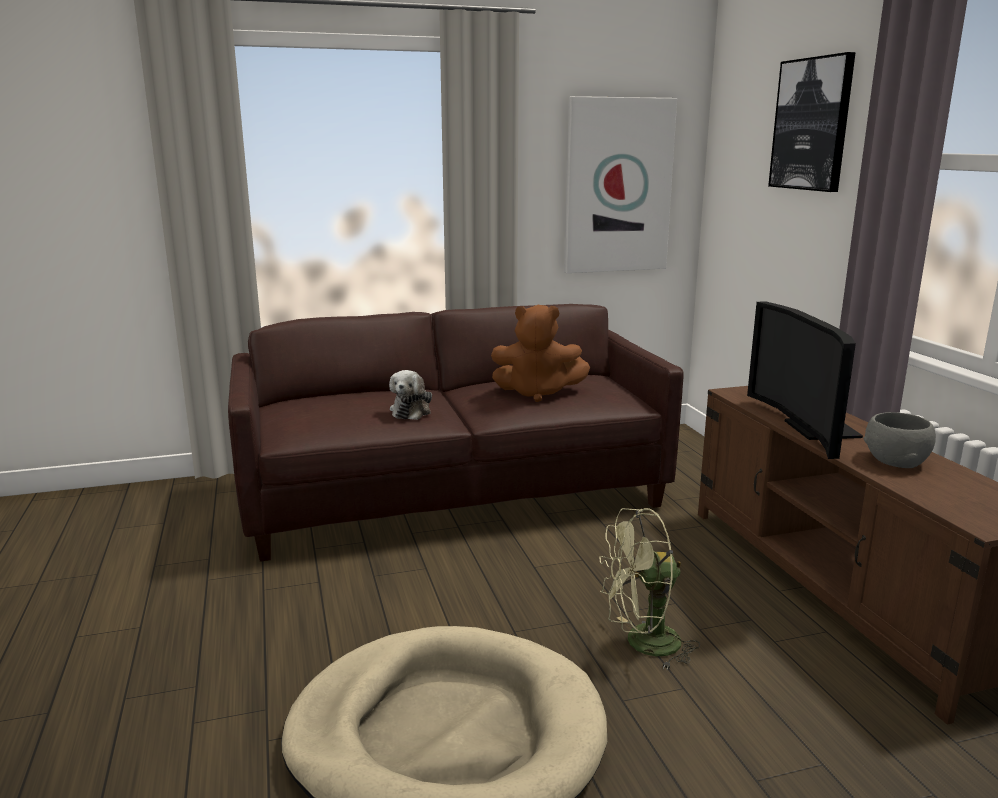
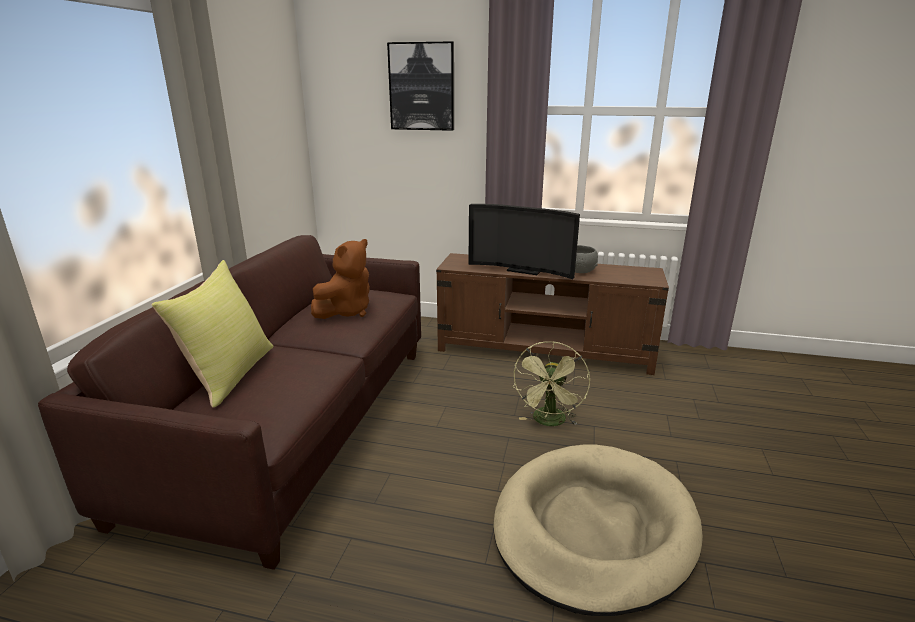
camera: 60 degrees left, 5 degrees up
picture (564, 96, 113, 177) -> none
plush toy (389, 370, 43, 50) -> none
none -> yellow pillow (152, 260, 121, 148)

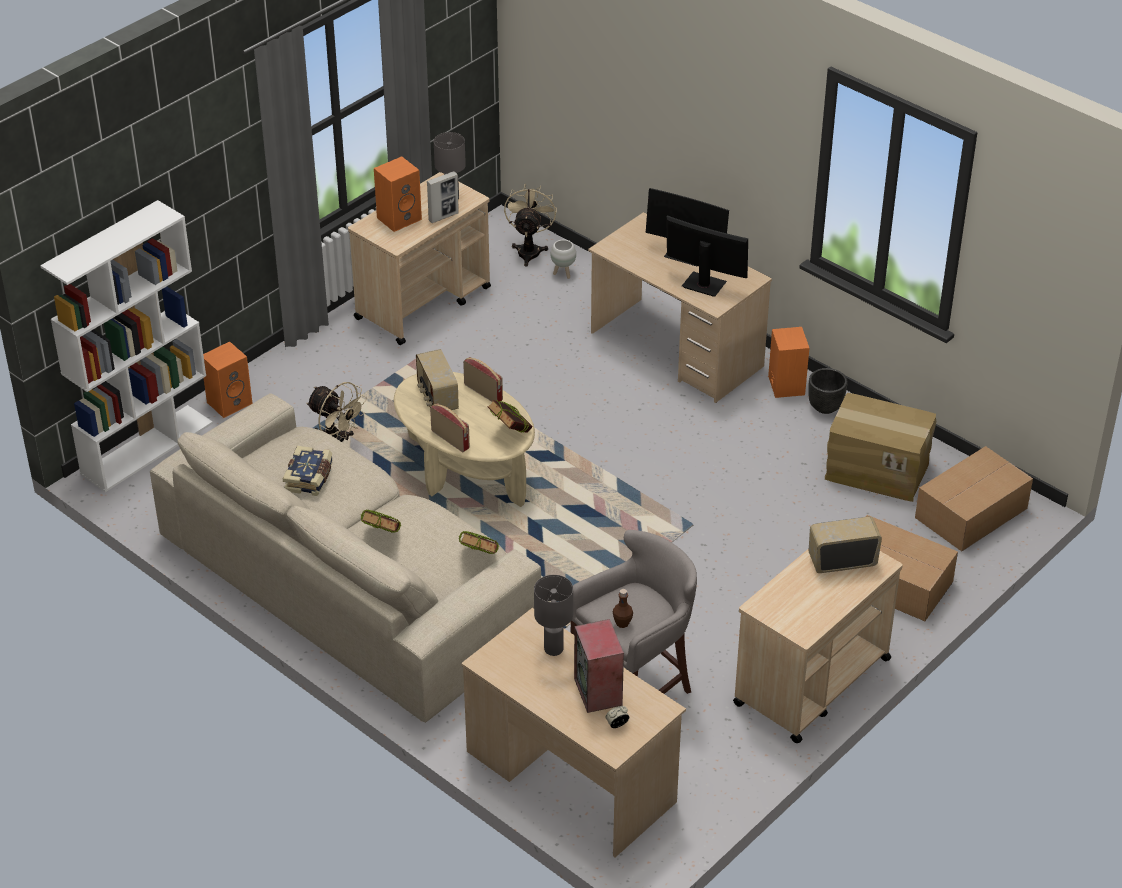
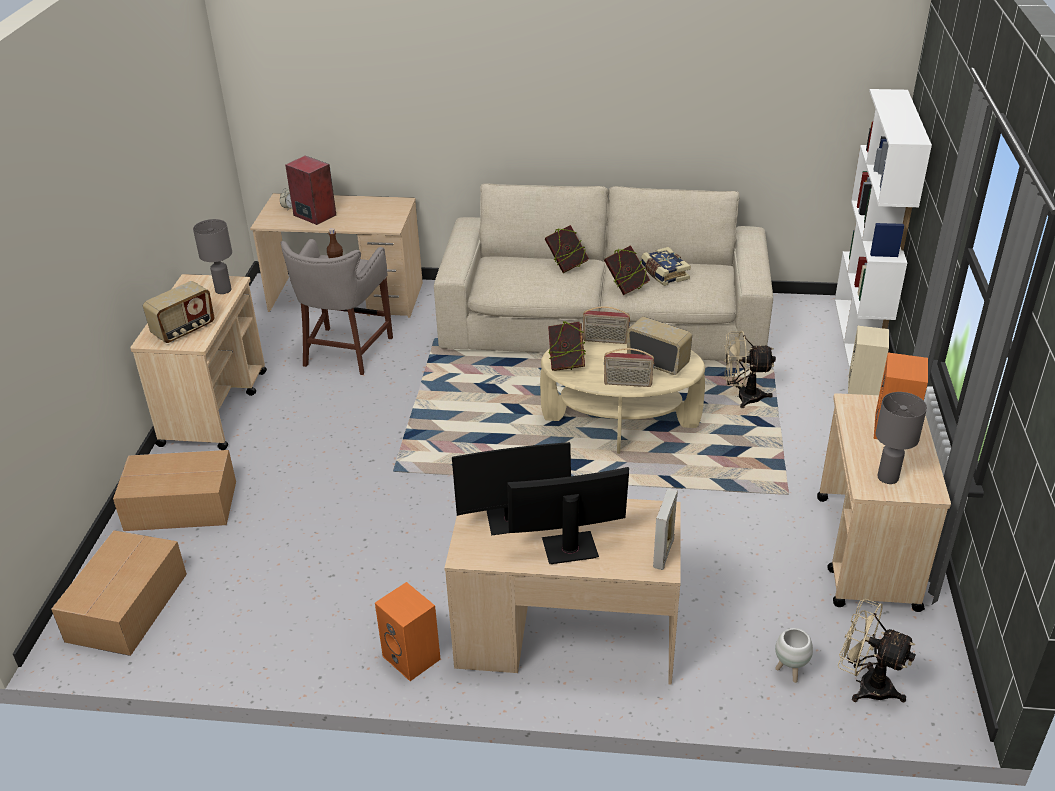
camera: 145 degrees right, 5 degrees down
picture frame (427, 171, 32, 52) -> picture frame (653, 489, 25, 81), relocated
beige fan (504, 184, 53, 83) -> beige fan (838, 599, 78, 103), 150 degrees clockwise
orange speaker (203, 342, 50, 76) -> beige speaker (848, 326, 41, 69)
black planter (808, 368, 39, 46) -> none
cardboard box (825, 393, 111, 109) -> none
book (459, 531, 40, 23) -> book (604, 245, 46, 50), relocated
grey table lamp (534, 575, 39, 81) -> grey table lamp (193, 219, 39, 75), relocated

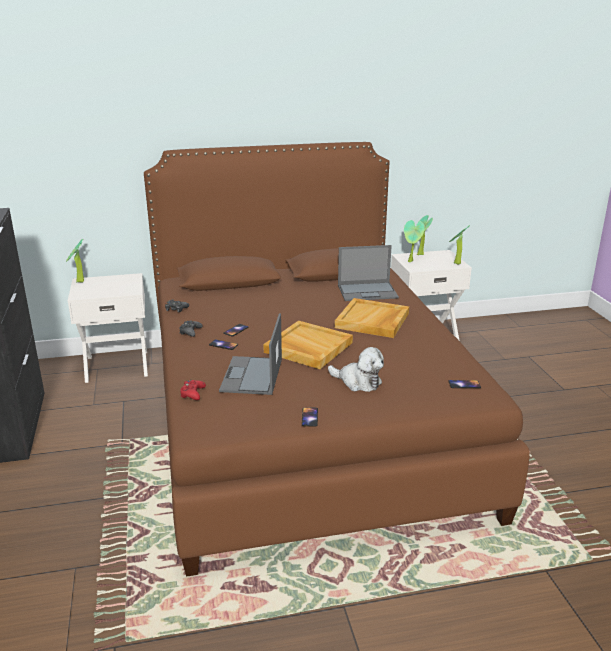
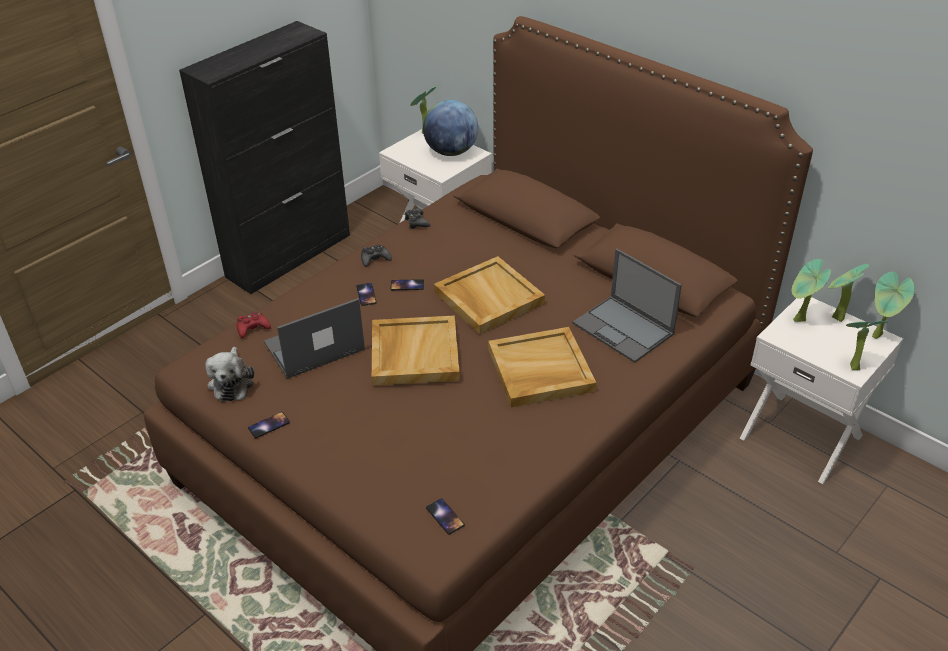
camera: 55 degrees right, 15 degrees up
plush toy (328, 347, 56, 45) -> plush toy (205, 347, 49, 55), relocated
none -> globe (423, 100, 55, 56)
none -> beige tray (434, 256, 111, 78)
none -> potted plant (872, 272, 43, 67)

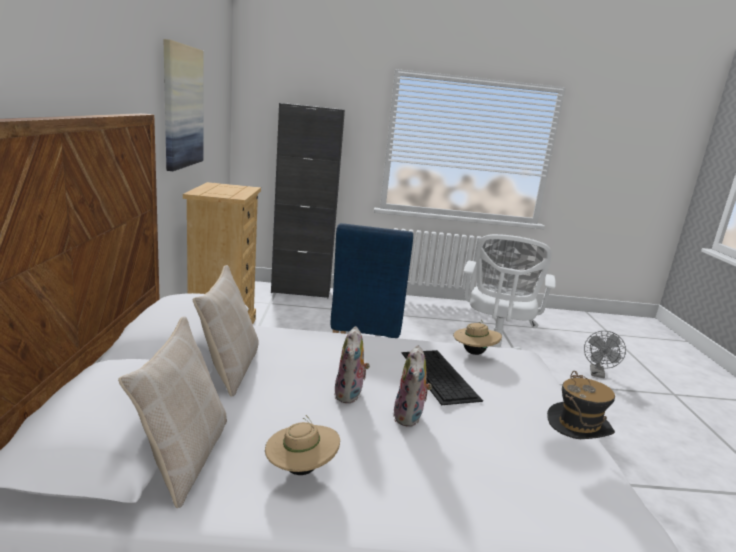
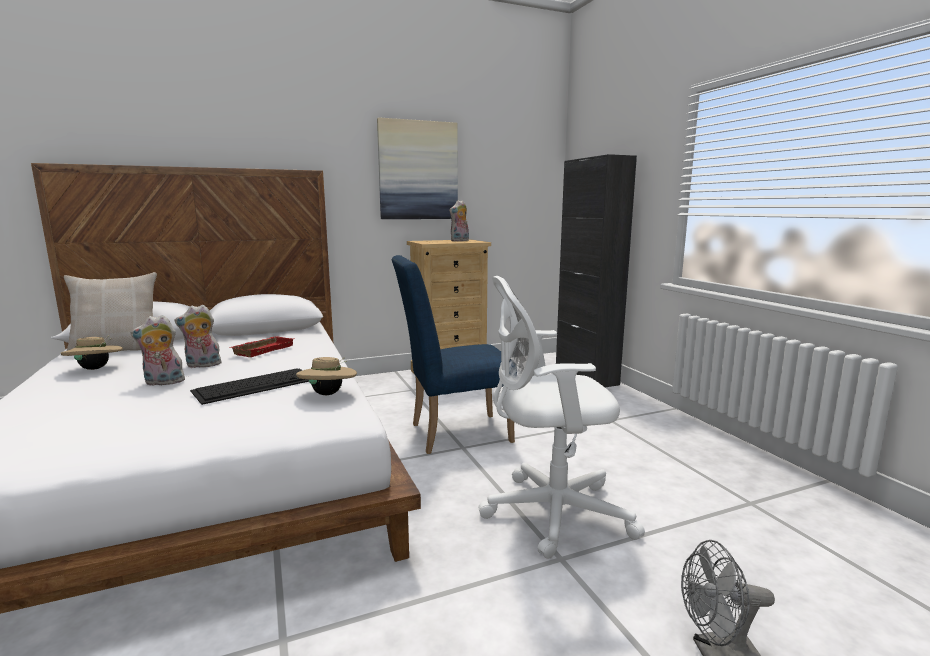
camera: 70 degrees right, 5 degrees down
beige pillow (193, 265, 66, 132) -> none
hat (547, 371, 68, 68) -> none
none -> plush toy (449, 200, 20, 41)
none -> red tray (230, 336, 63, 21)

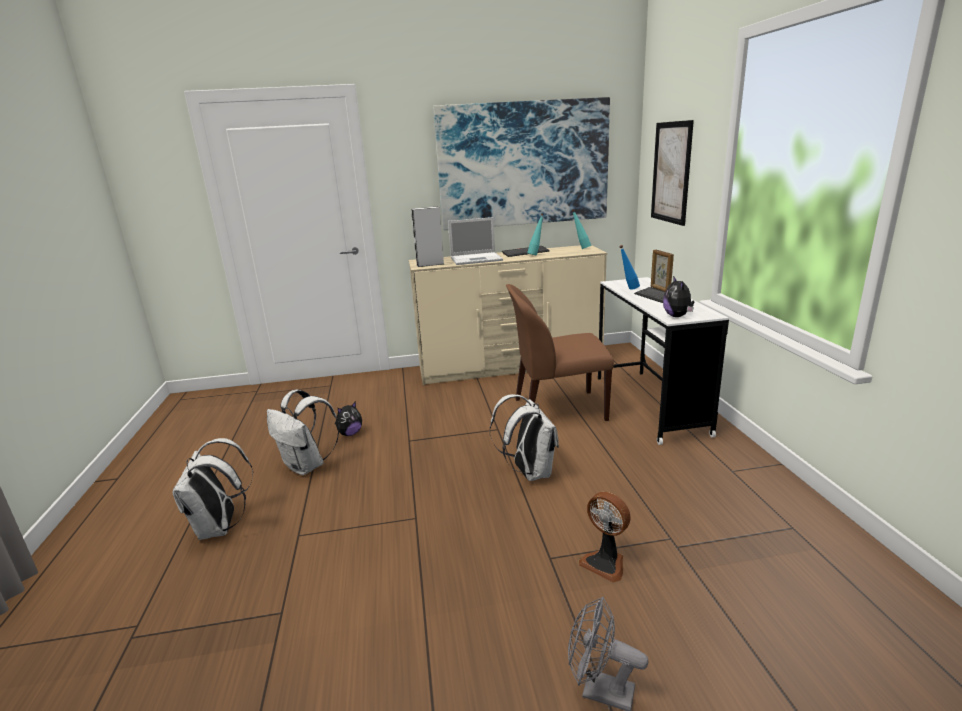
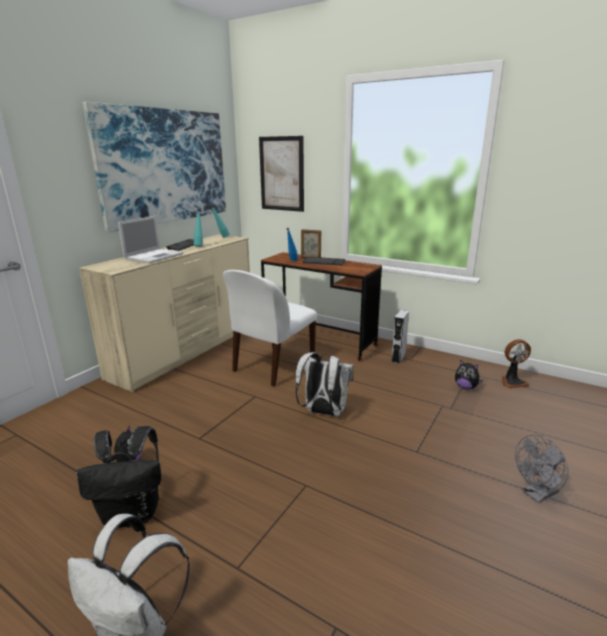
camera: 50 degrees left, 0 degrees up
grey speaker (411, 207, 33, 60) -> grey speaker (391, 310, 18, 54), relocated
plush toy (663, 276, 31, 41) -> plush toy (455, 360, 28, 30), relocated
white desk (598, 277, 131, 168) -> brown desk (261, 252, 121, 110)
brown chair (506, 284, 108, 137) -> white chair (223, 270, 94, 117)
white backpack (267, 390, 73, 85) -> black backpack (76, 426, 85, 102)
fan (579, 492, 52, 91) -> fan (502, 339, 29, 49), relocated

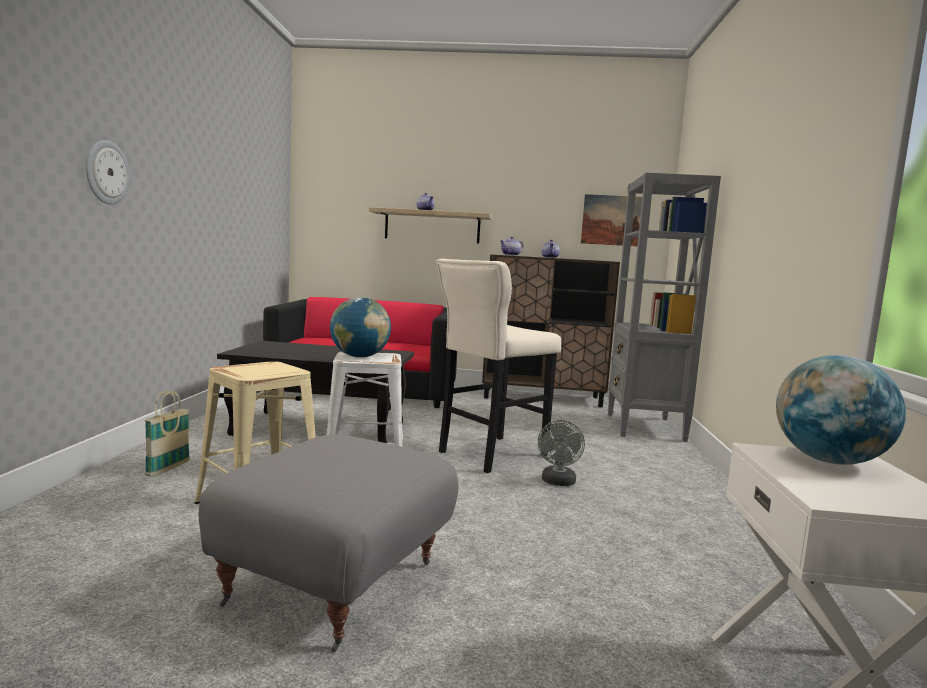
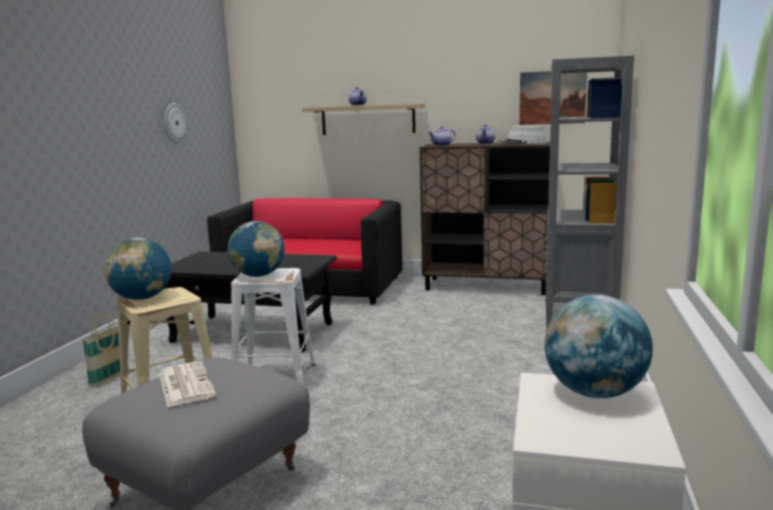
camera: 10 degrees right, 5 degrees up
wall clock (86, 140, 44, 65) -> wall clock (164, 103, 23, 40), relocated
beige stool (436, 259, 125, 214) -> none
grey fan (538, 420, 47, 66) -> none
none -> grey hat (498, 126, 48, 19)
none -> globe (104, 238, 67, 62)
none -> newspaper (159, 361, 57, 47)

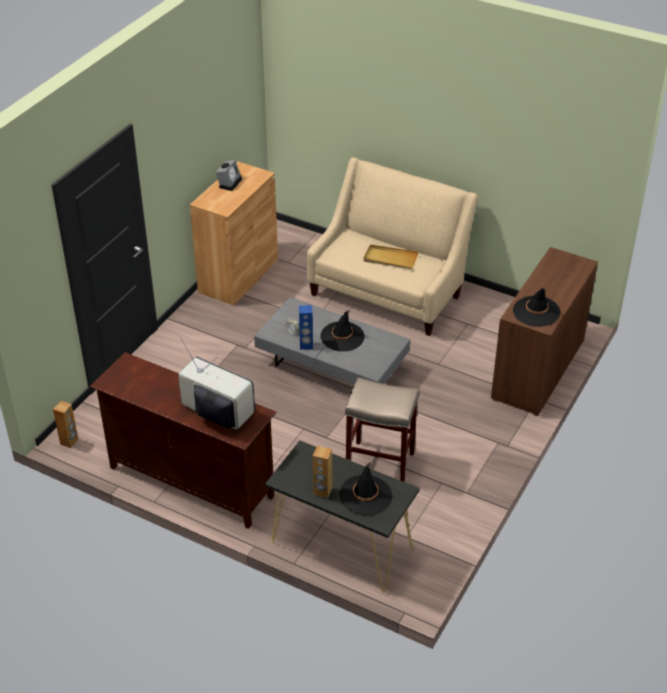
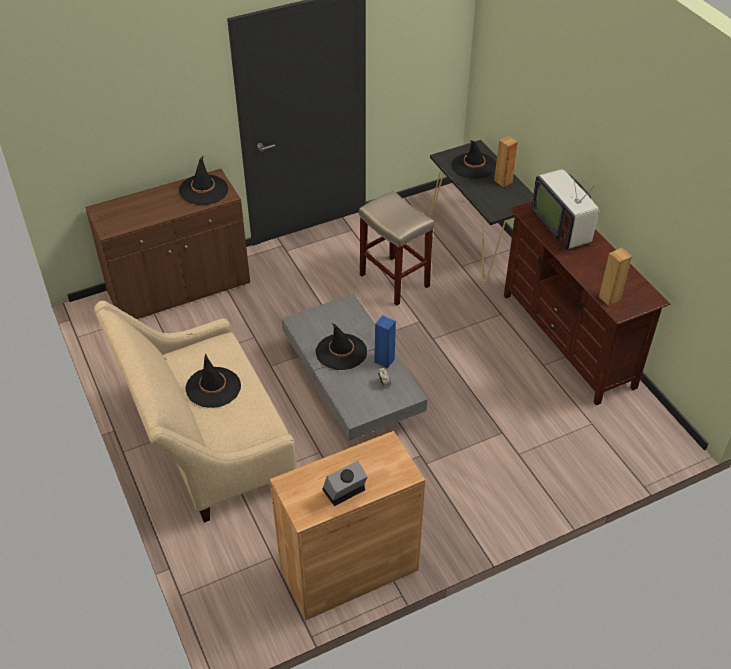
camera: 145 degrees left, 5 degrees up
beige tray (363, 245, 55, 24) -> black hat (185, 353, 56, 55)
brown speaker (53, 401, 25, 47) -> brown speaker (599, 248, 33, 58), relocated

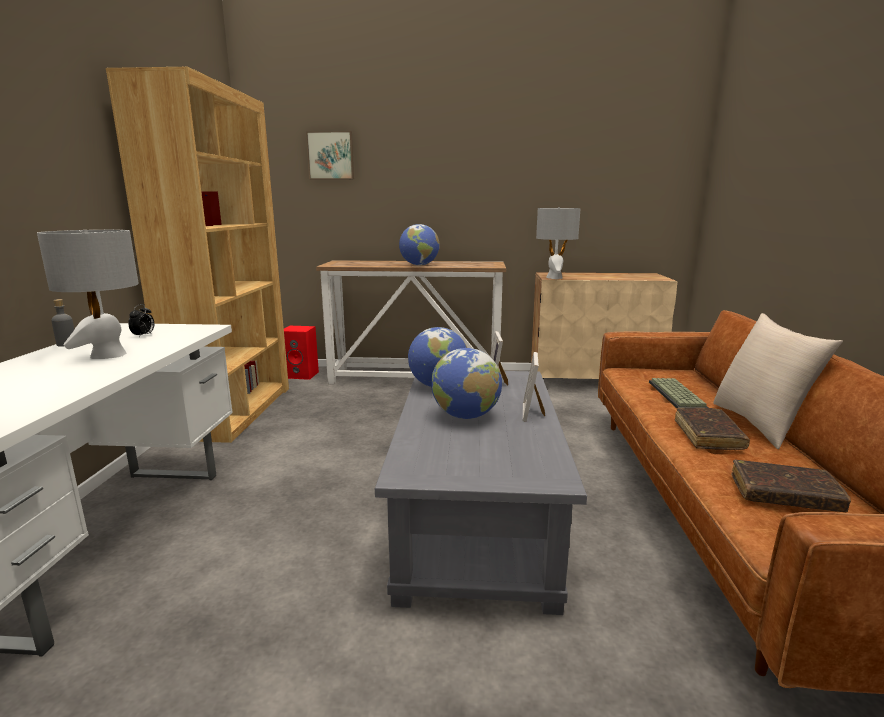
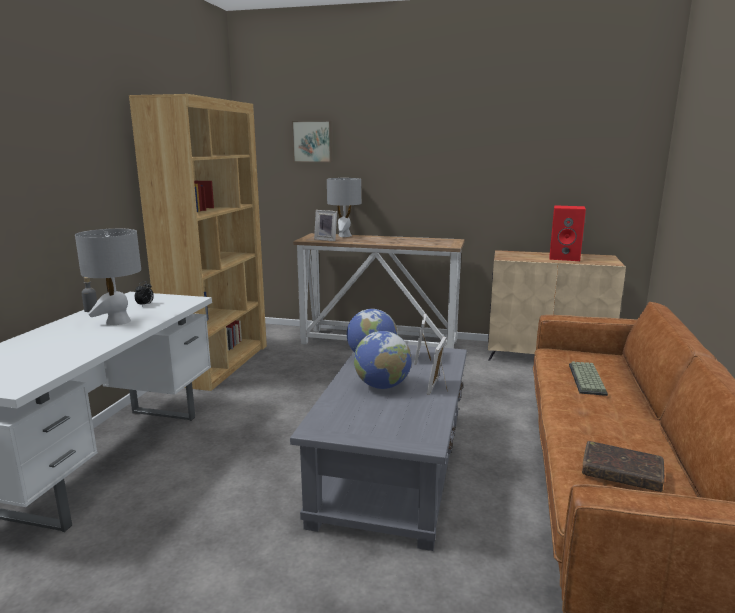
camera: 10 degrees right, 0 degrees up
grey table lamp (536, 207, 45, 72) -> grey table lamp (327, 178, 34, 59), relocated
globe (399, 224, 41, 41) -> none
beige pillow (713, 313, 130, 136) -> none
red speaker (284, 326, 35, 54) -> red speaker (550, 205, 36, 56), relocated
brown book (675, 408, 75, 42) -> none
none -> picture frame (314, 210, 23, 31)

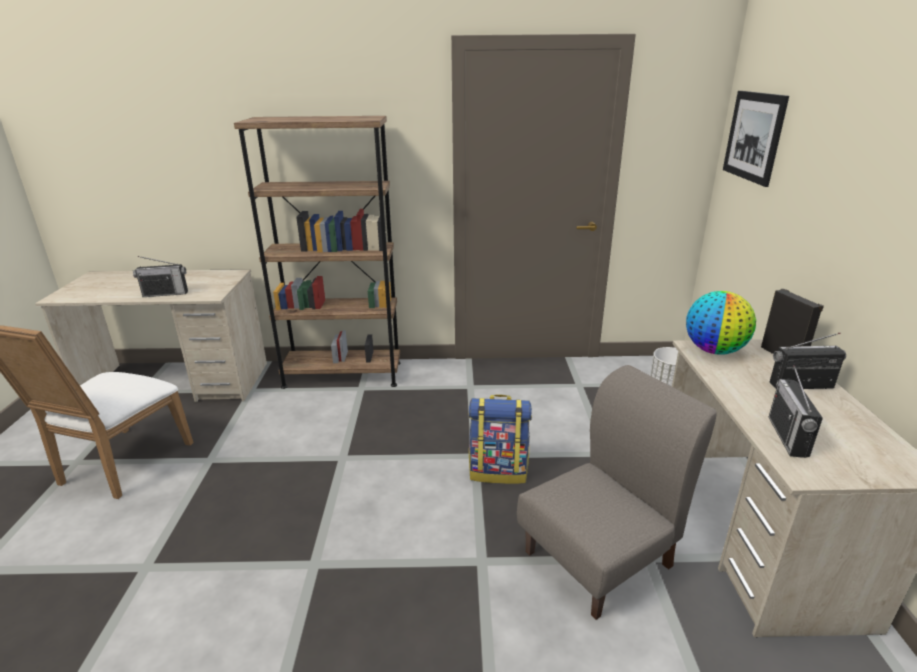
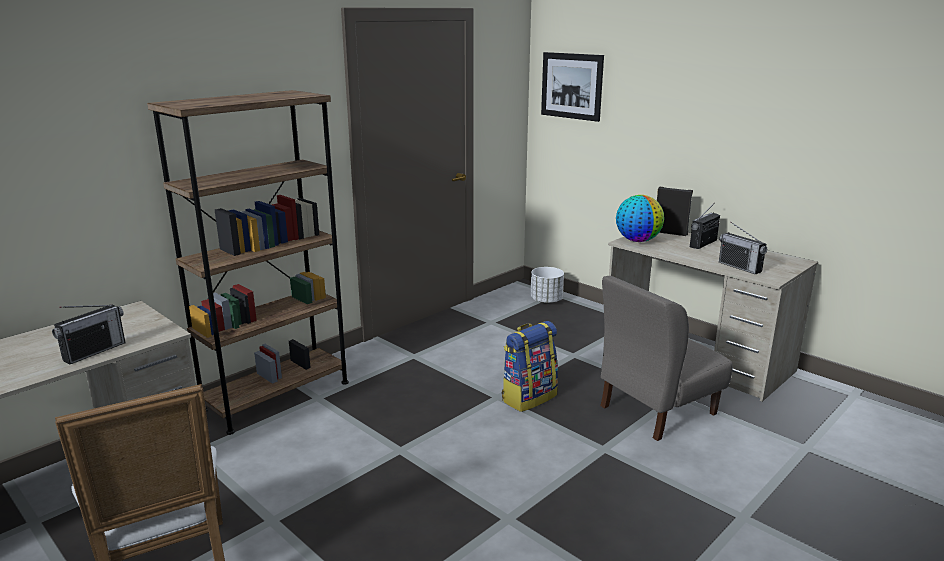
camera: 45 degrees left, 5 degrees down
grey chair (517, 365, 200, 255) -> grey chair (600, 276, 133, 165), 135 degrees counterclockwise

